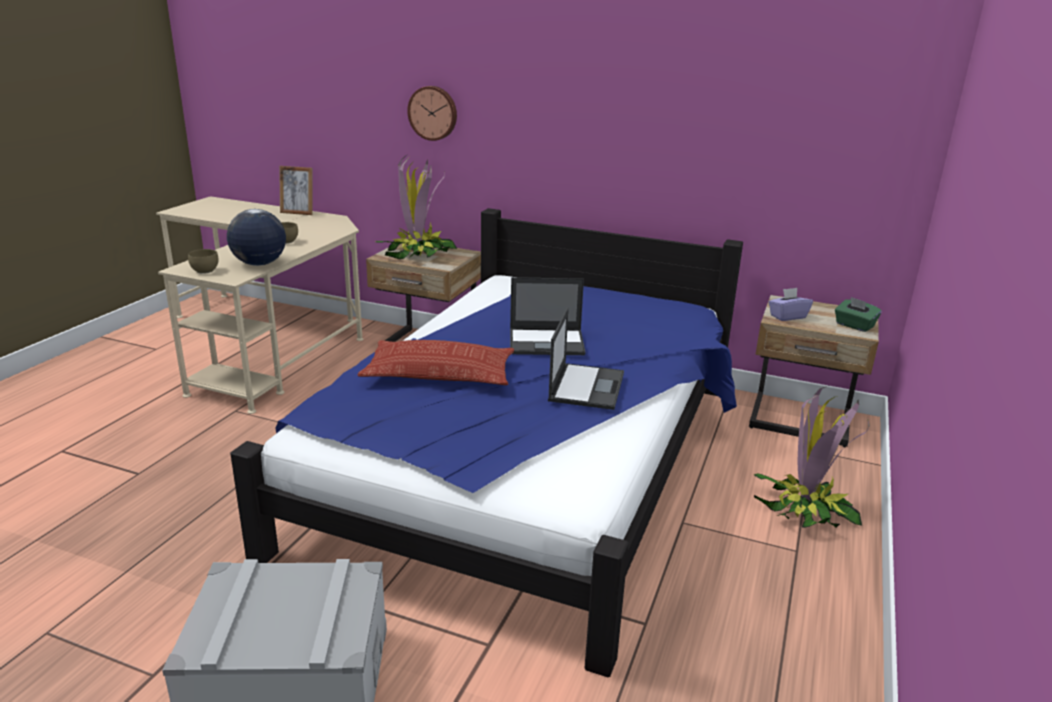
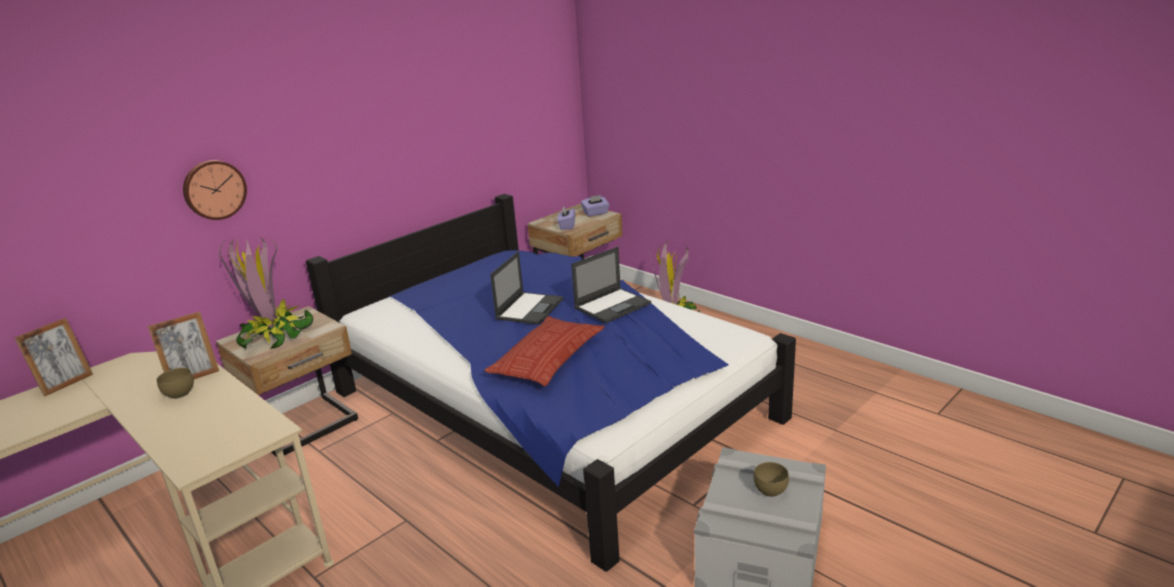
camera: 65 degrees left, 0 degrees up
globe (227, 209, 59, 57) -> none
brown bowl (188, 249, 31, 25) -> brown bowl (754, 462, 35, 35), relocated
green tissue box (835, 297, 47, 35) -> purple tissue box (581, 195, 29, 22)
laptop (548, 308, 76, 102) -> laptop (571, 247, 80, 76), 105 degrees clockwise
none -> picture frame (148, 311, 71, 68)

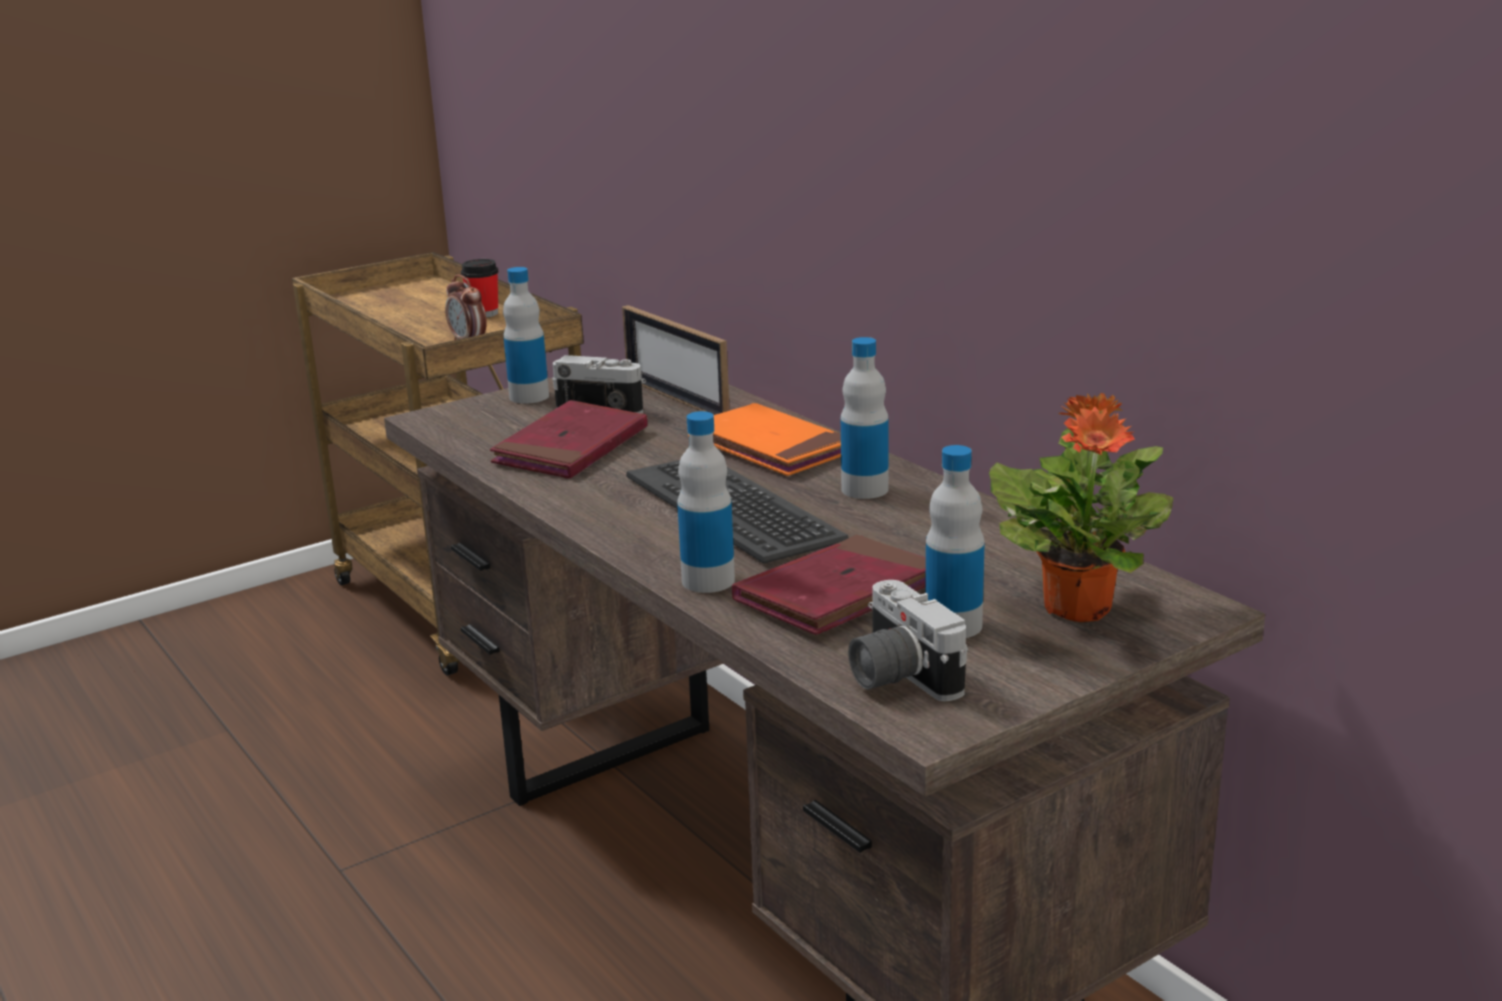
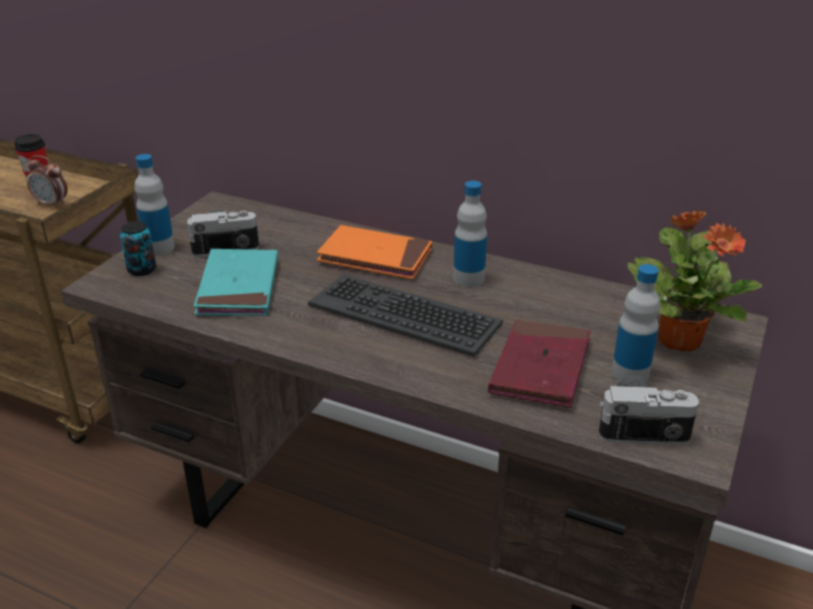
camera: 30 degrees left, 10 degrees up
picture frame (622, 305, 108, 110) -> none
red book (490, 400, 158, 79) -> turquoise book (194, 249, 84, 67)
bottle (677, 411, 58, 182) -> none
photo camera (848, 580, 120, 121) -> photo camera (598, 376, 101, 69), 150 degrees clockwise
none -> can (120, 221, 36, 55)

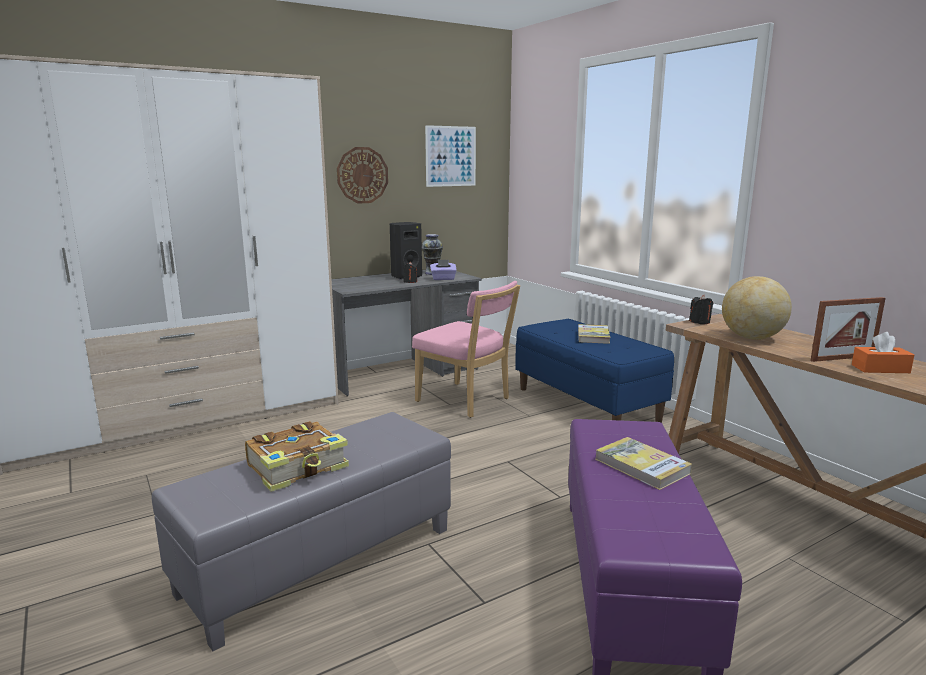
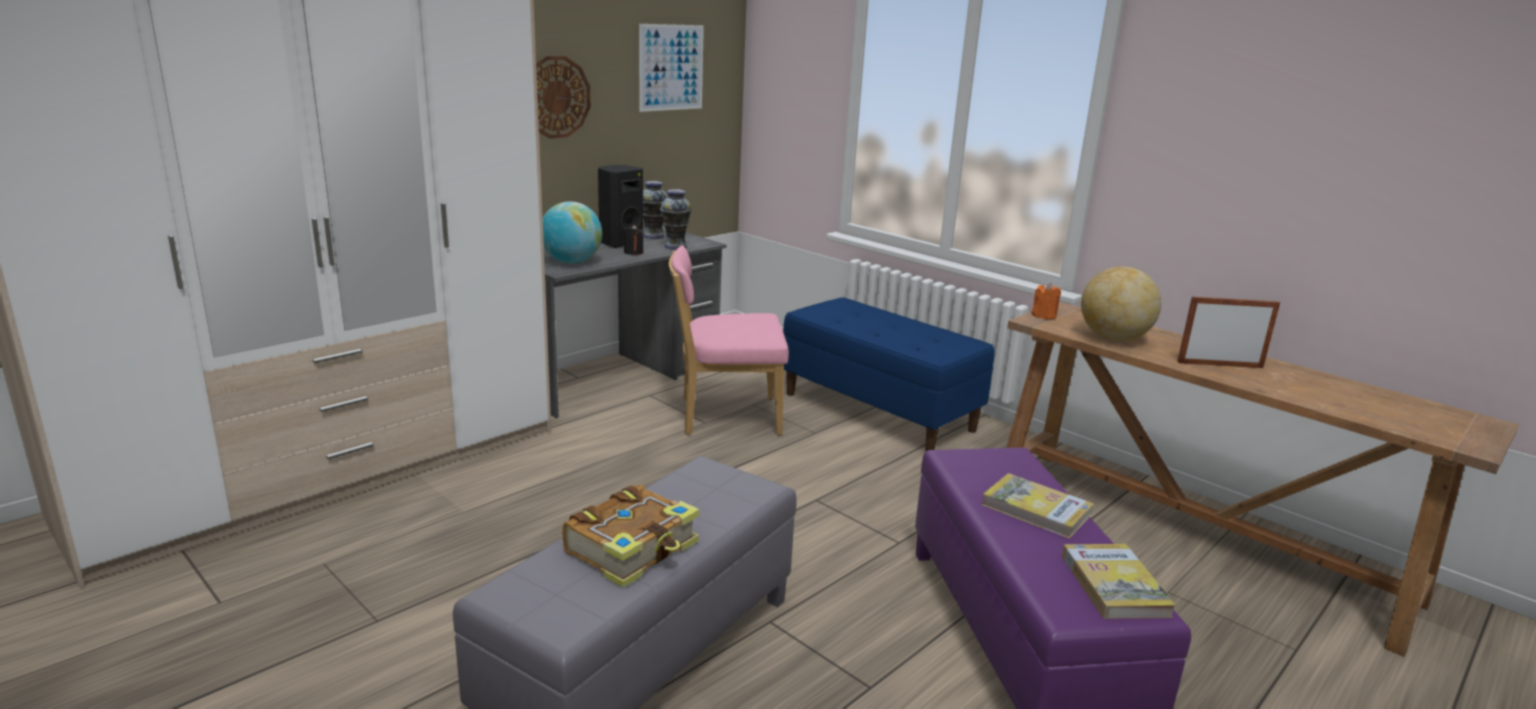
camera: 15 degrees left, 5 degrees up
purple tissue box (430, 260, 27, 20) -> vase (660, 189, 32, 61)
pink chair (412, 281, 108, 137) -> pink chair (669, 245, 120, 191), 150 degrees clockwise
black candle (689, 295, 24, 29) -> orange candle (1032, 283, 29, 36)
picture frame (810, 297, 76, 65) -> picture frame (1177, 297, 103, 71), 150 degrees counterclockwise
book (578, 324, 33, 20) -> book (1062, 544, 114, 75), relocated
orange tissue box (852, 332, 62, 41) -> none
none -> globe (543, 202, 59, 62)

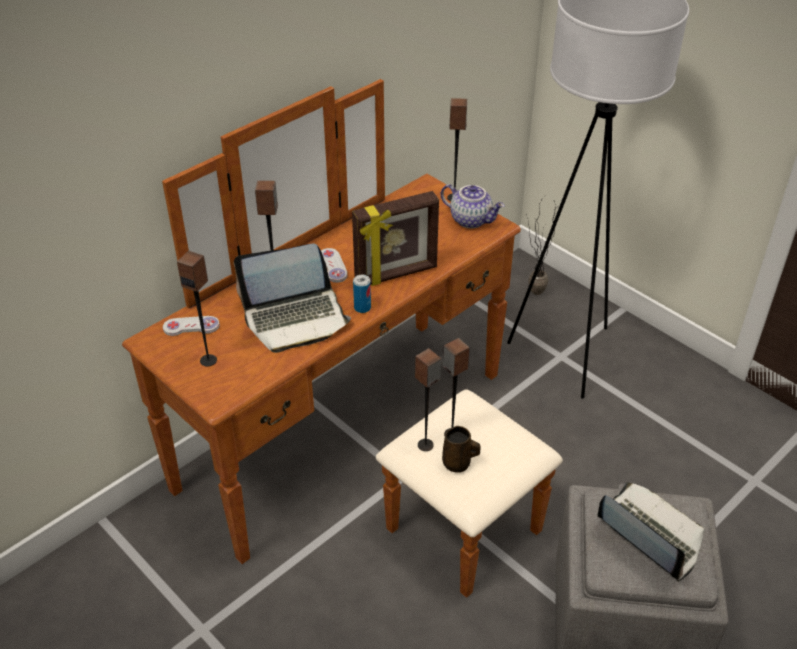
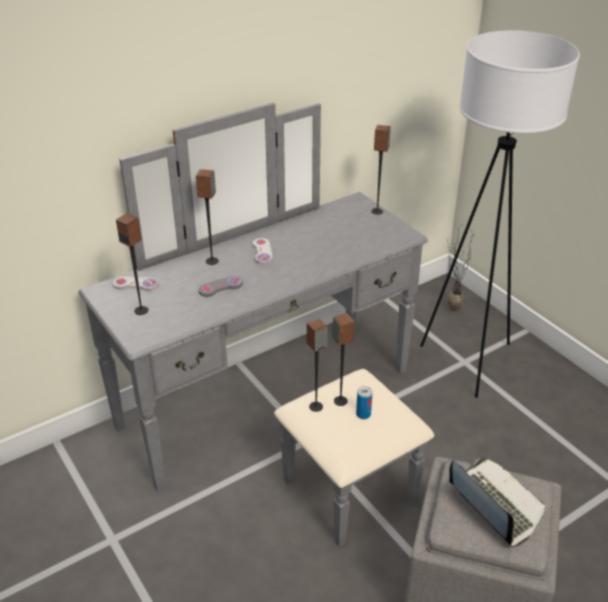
camera: 10 degrees right, 5 degrees down
brown dresser (122, 79, 441, 519) -> grey dresser (78, 102, 356, 445)
teapot (441, 184, 64, 44) -> none
picture frame (352, 191, 87, 95) -> none
laptop (234, 244, 117, 109) -> grey game controller (198, 276, 45, 21)
can (353, 275, 18, 38) -> can (356, 386, 17, 33), relocated
brown mug (442, 426, 39, 47) -> none

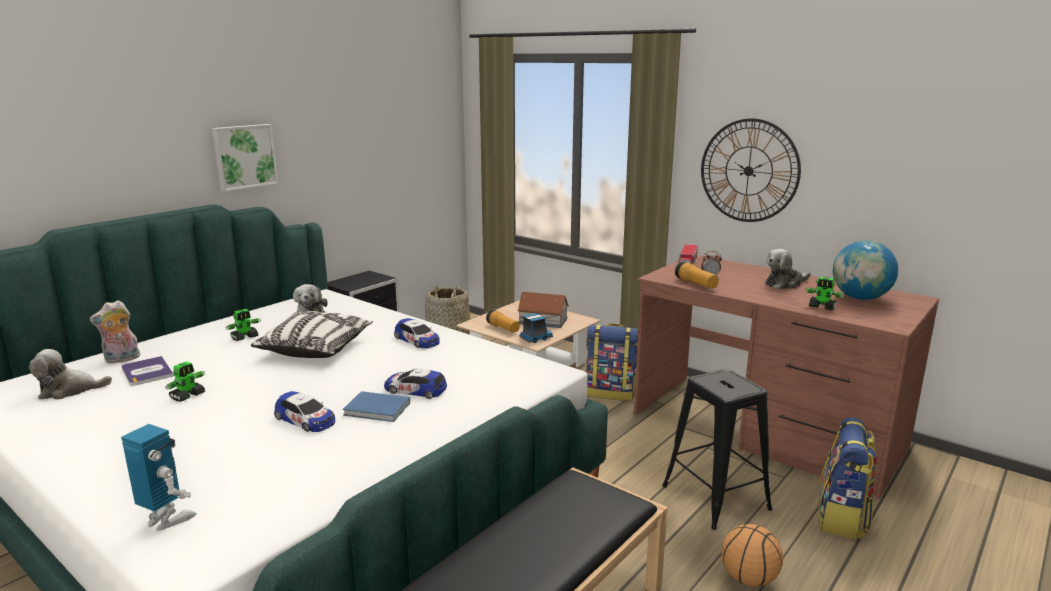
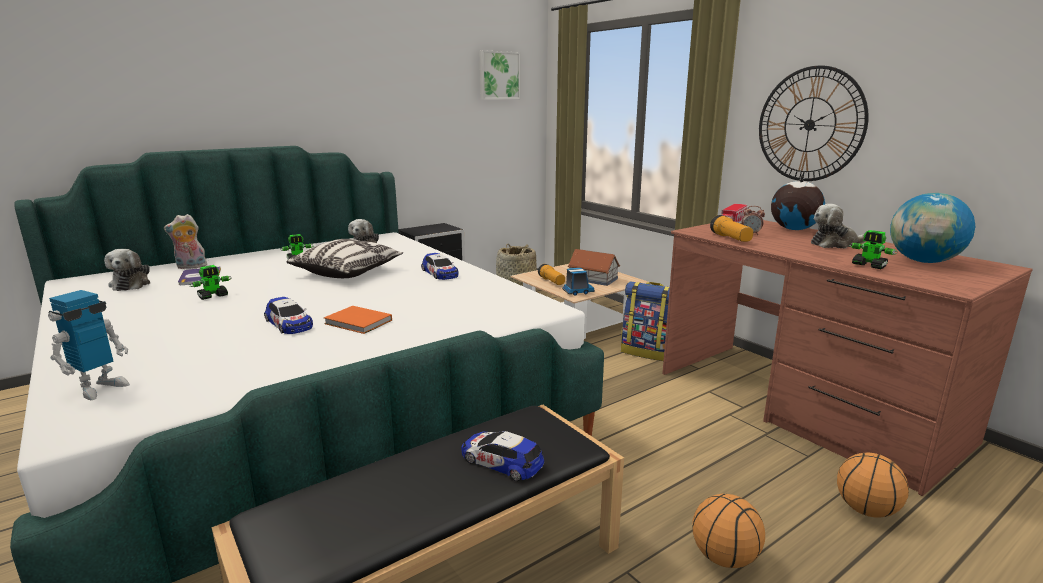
camera: 15 degrees right, 0 degrees up
picture (212, 124, 66, 67) -> picture (479, 50, 41, 50), relocated
plush toy (29, 349, 83, 51) -> plush toy (104, 249, 46, 42), 105 degrees counterclockwise
toy car (384, 368, 63, 31) -> toy car (461, 431, 83, 50), relocated
black stool (662, 369, 111, 161) -> none
blue book (342, 391, 68, 31) -> orange book (324, 306, 68, 28)
backpack (818, 417, 59, 122) -> basketball (837, 453, 72, 65)
toy robot (121, 424, 76, 107) -> toy robot (48, 290, 82, 110), 75 degrees clockwise
none -> globe (771, 174, 54, 56)

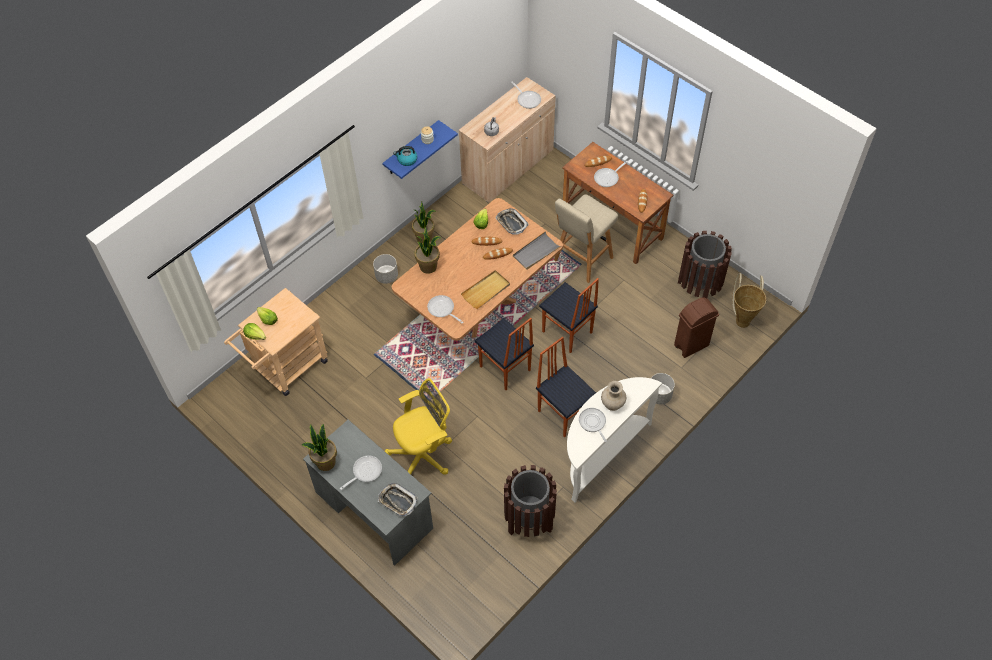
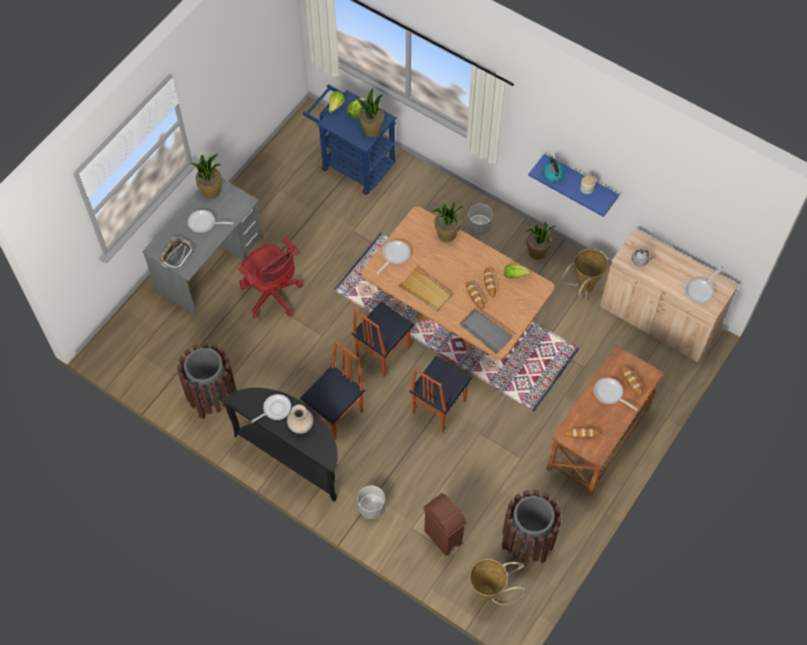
camera: 80 degrees right, 5 degrees up
beige stool (554, 194, 64, 89) -> none
tray (495, 208, 34, 27) -> none
beige cart (224, 288, 104, 108) -> blue cart (303, 84, 94, 111)
white console table (567, 377, 95, 125) -> black console table (222, 388, 116, 114)
yellow office chair (385, 378, 67, 96) -> red office chair (238, 236, 65, 82)
frying pan (340, 455, 42, 35) -> frying pan (188, 210, 45, 23), 150 degrees clockwise
none -> potted plant (357, 87, 27, 50)
none -> basket (560, 249, 48, 51)

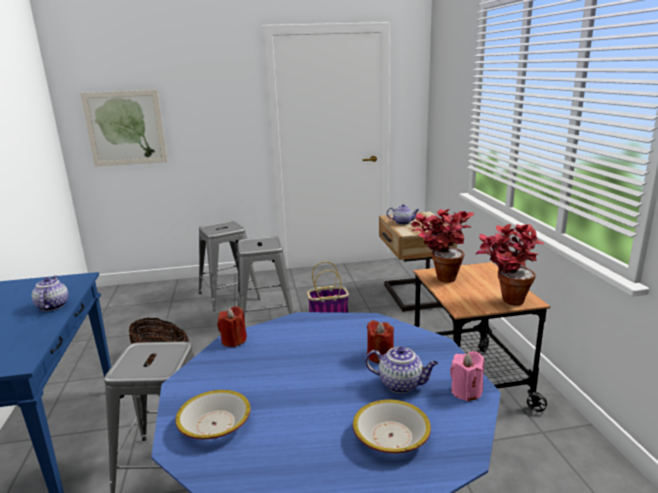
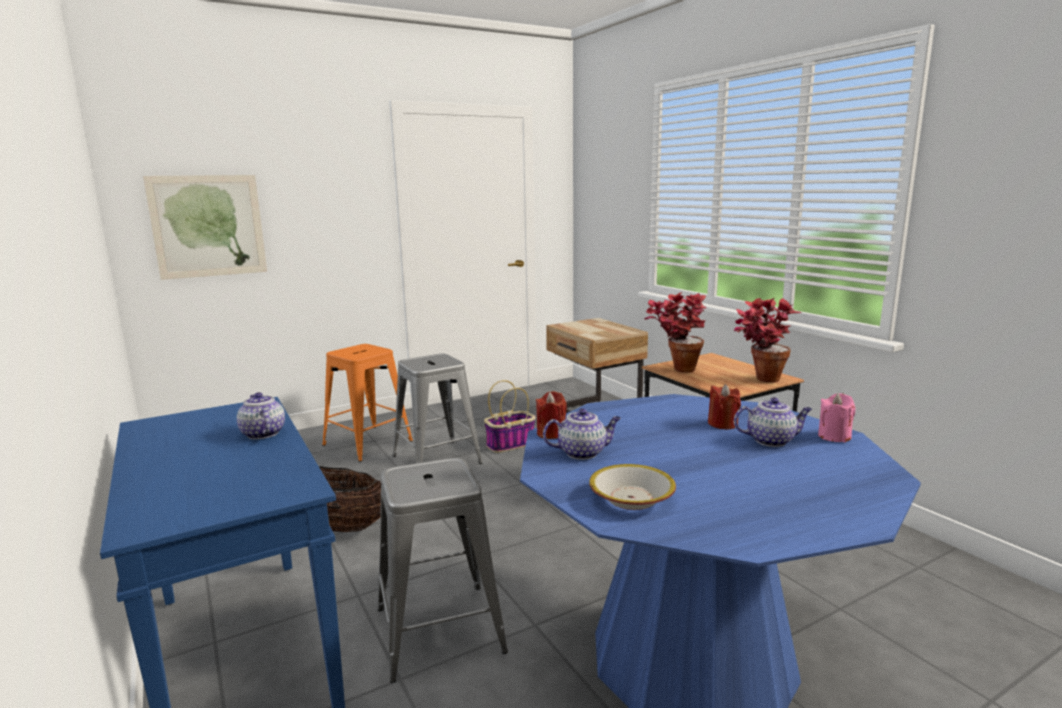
camera: 20 degrees left, 5 degrees down
teapot (387, 204, 32, 21) -> teapot (543, 408, 78, 52), relocated
grey stool (199, 221, 62, 90) -> orange stool (322, 344, 91, 118)
bowl (353, 400, 78, 53) -> none

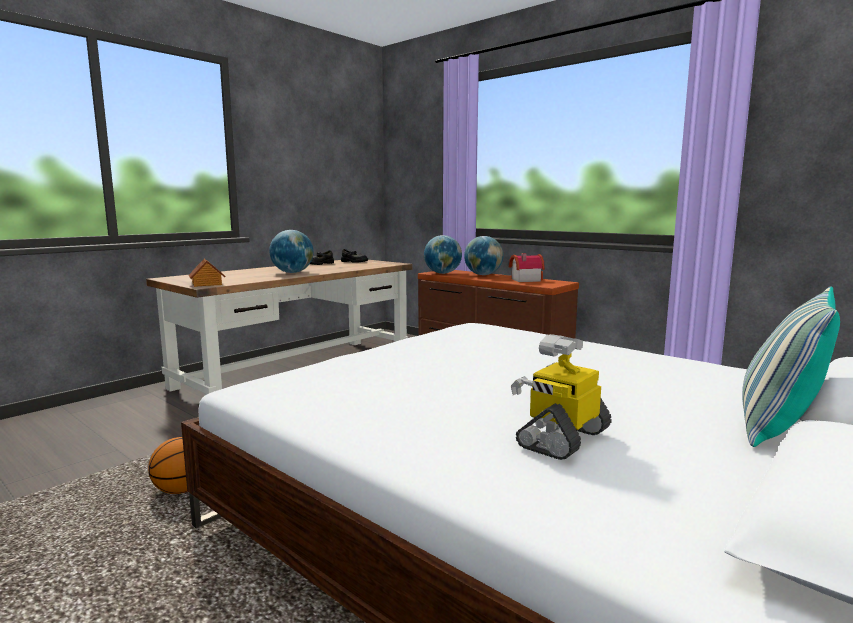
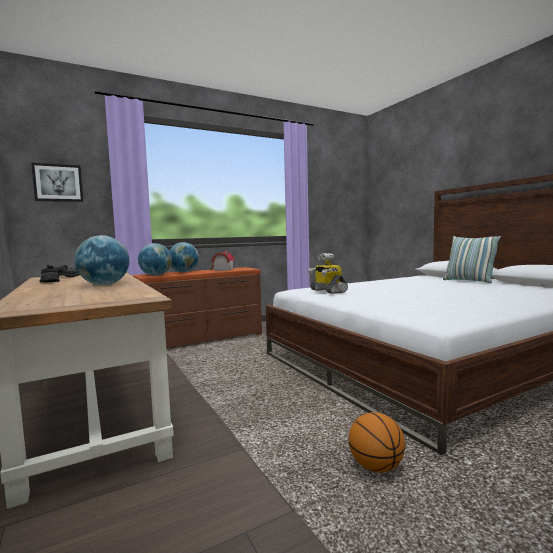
camera: 70 degrees left, 5 degrees down
toy house (189, 258, 36, 29) -> none
toy robot (511, 334, 101, 126) -> toy robot (308, 253, 40, 41), relocated
none -> picture (31, 163, 52, 39)

